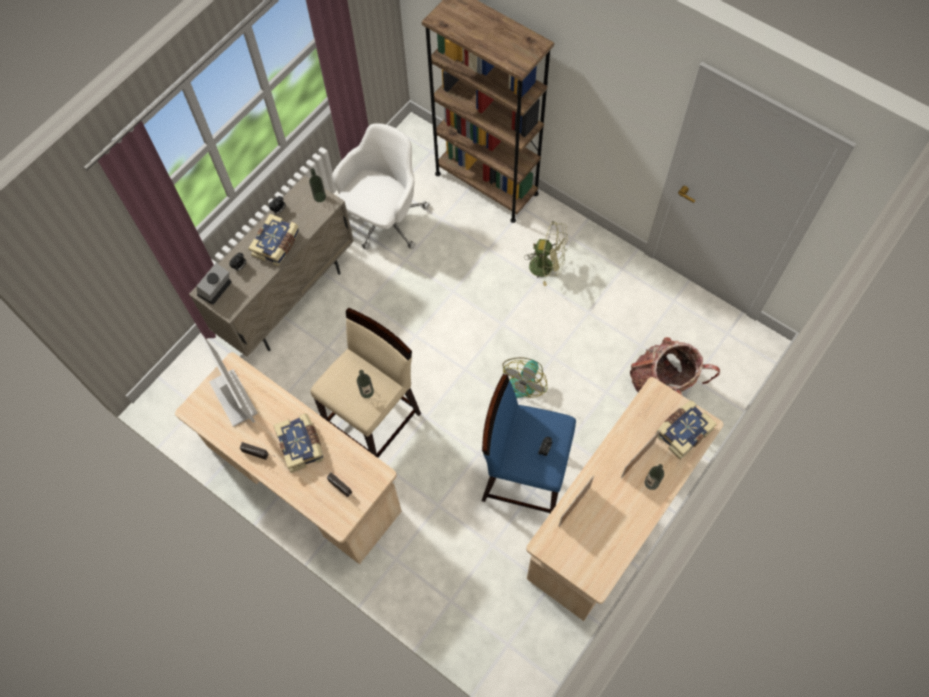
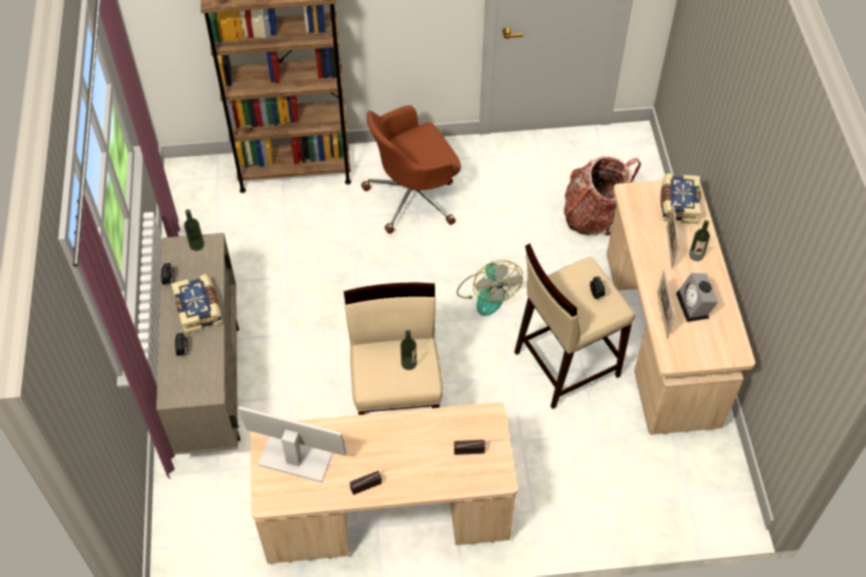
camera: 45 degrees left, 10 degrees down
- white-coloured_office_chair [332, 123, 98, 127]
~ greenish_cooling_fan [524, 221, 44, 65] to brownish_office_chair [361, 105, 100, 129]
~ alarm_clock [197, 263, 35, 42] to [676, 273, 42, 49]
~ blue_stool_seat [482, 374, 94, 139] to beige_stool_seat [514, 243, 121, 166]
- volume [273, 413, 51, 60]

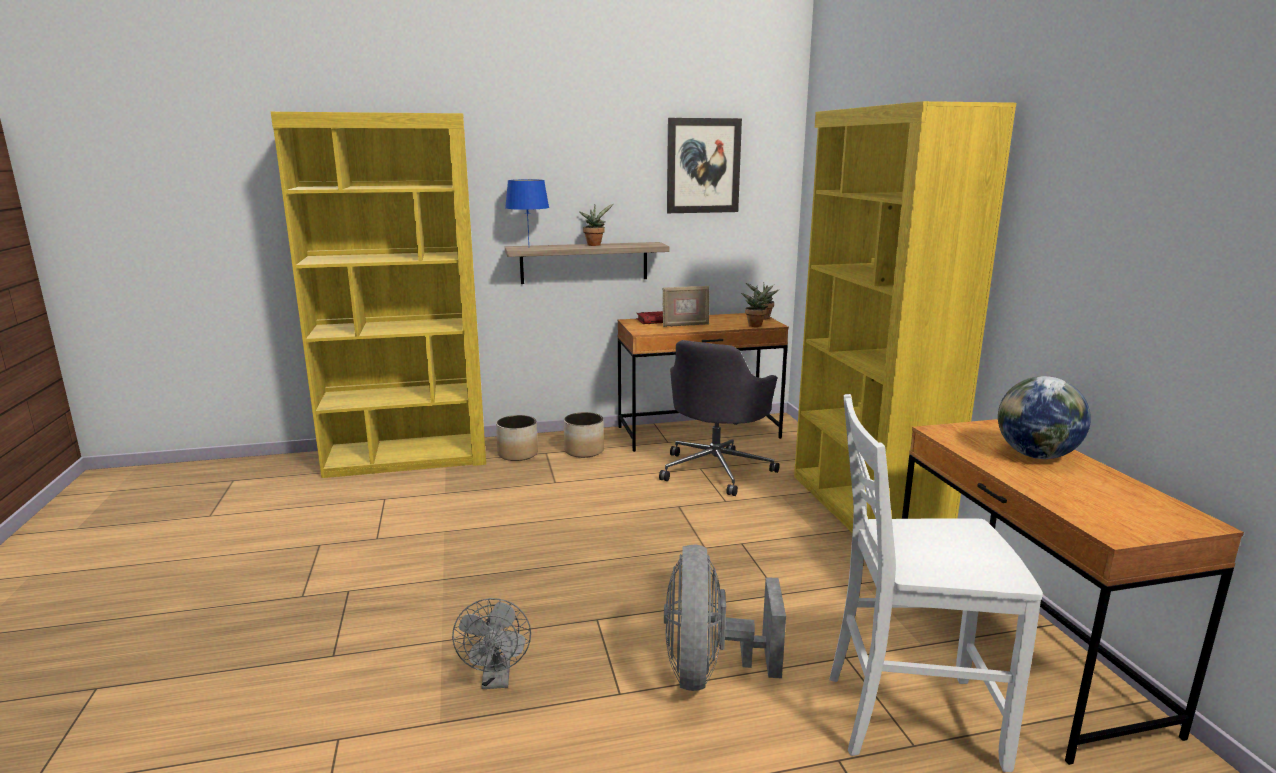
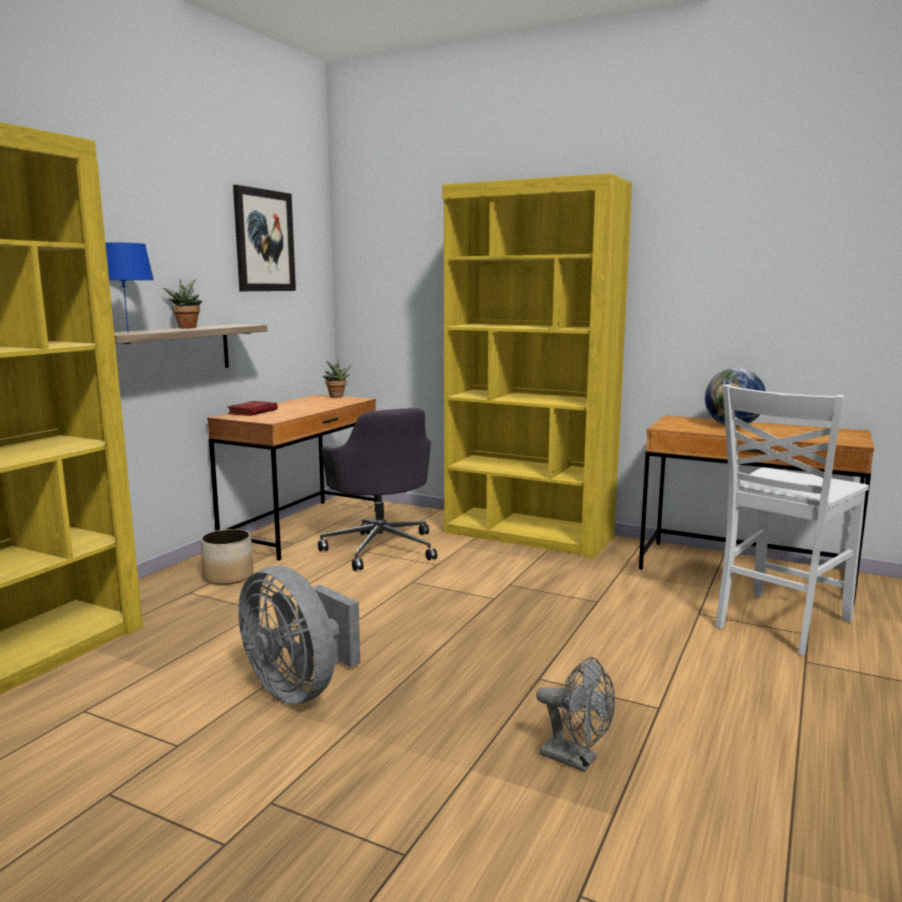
camera: 50 degrees left, 5 degrees down
- houseplant [741, 285, 33, 42]
- standing_frame [662, 286, 47, 41]
- flower_pot [496, 415, 42, 46]
~ greyish_cooling_fan [664, 544, 122, 147] to [238, 566, 122, 138]

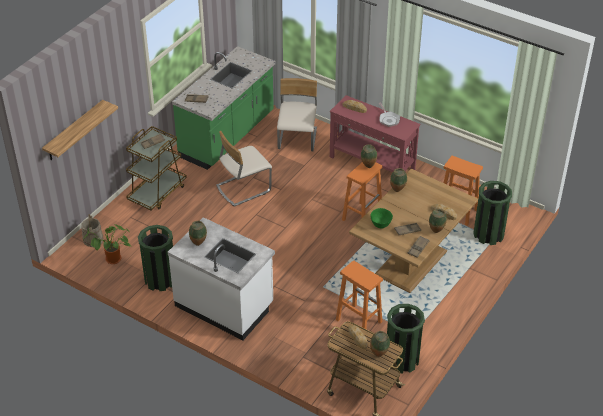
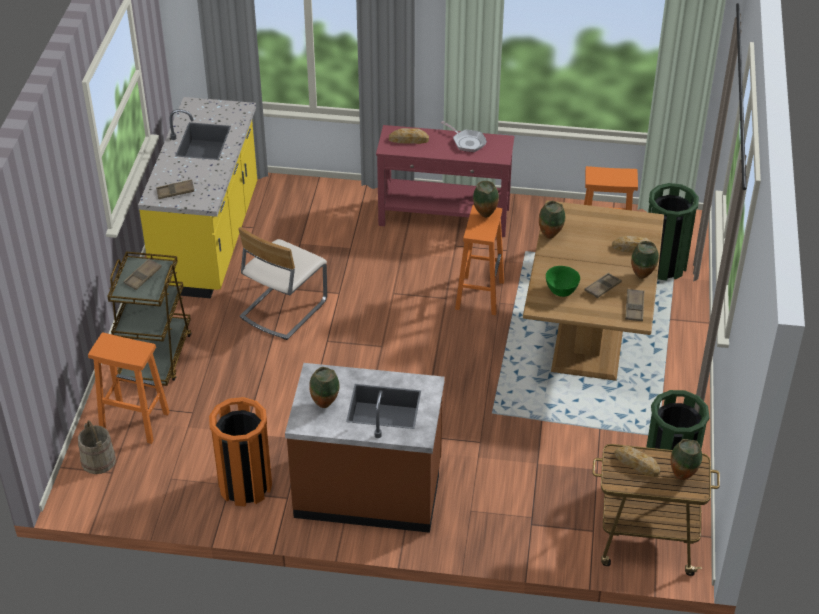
camera: 25 degrees left, 0 degrees up
~ greenish_kitchen_base_unit [172, 46, 104, 124] to yellowish_kitchen_base_unit [138, 97, 119, 201]
- beige_upright_chair [277, 78, 40, 73]
- bracket_shelf [42, 100, 76, 60]
~ white-coloured_kitchen_base_unit [168, 217, 107, 123] to brownish_kitchen_base_unit [285, 363, 160, 170]
- houseplant [83, 224, 48, 40]
~ greenish_waste_bin [138, 225, 35, 66] to orange_waste_bin [209, 397, 63, 110]
~ orange_stool_seat [336, 260, 47, 69] to [88, 333, 82, 111]

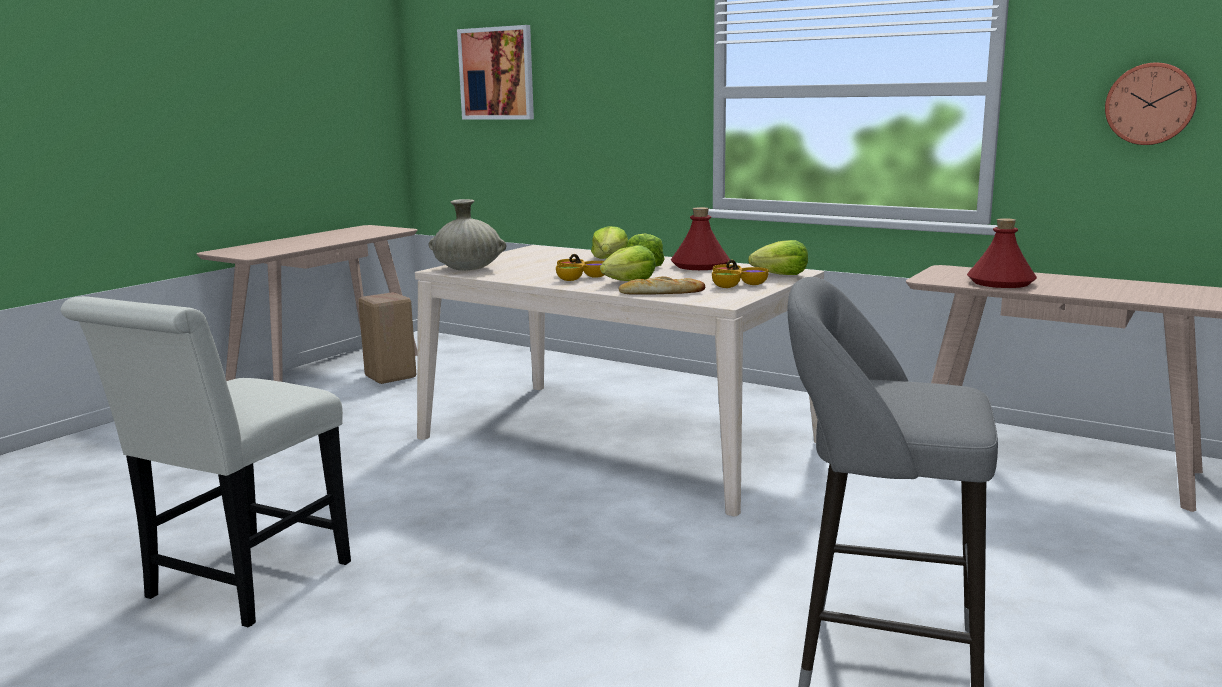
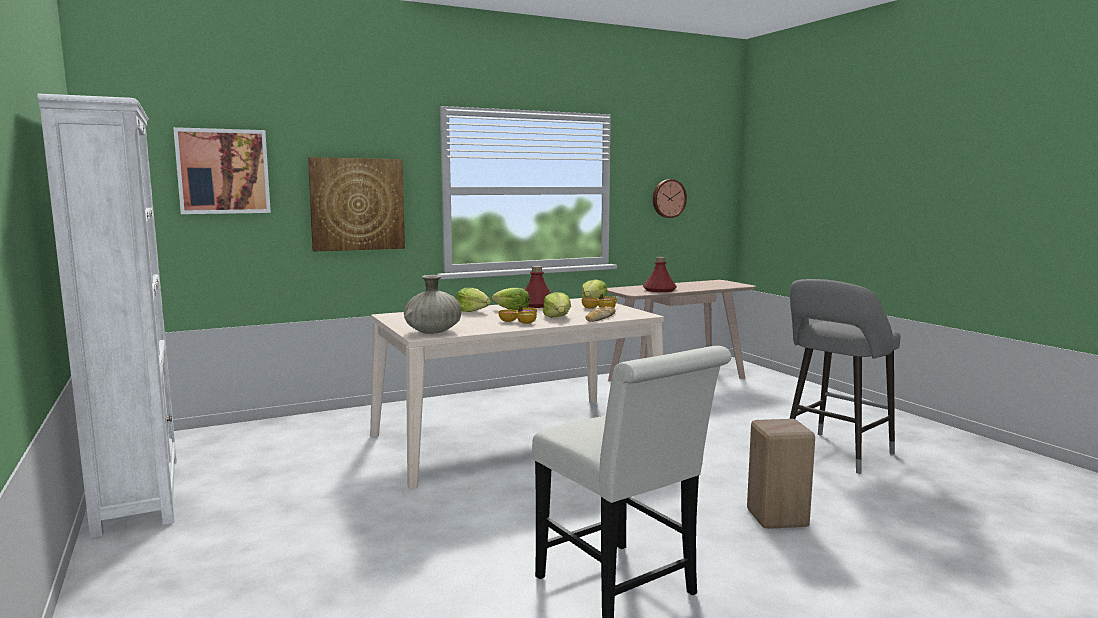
camera: 60 degrees left, 5 degrees down
~ beige_narrow_table [197, 225, 220, 157] to white-coloured_shelving_unit [37, 93, 140, 445]
~ beige_stool_seat [358, 292, 58, 92] to [747, 419, 68, 110]
+ picture [308, 157, 97, 95]

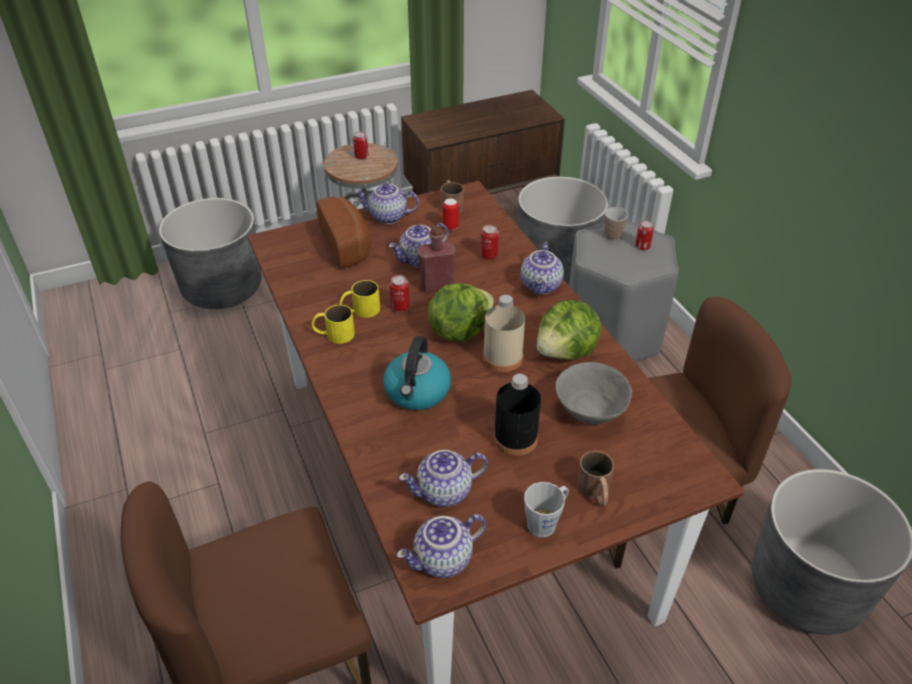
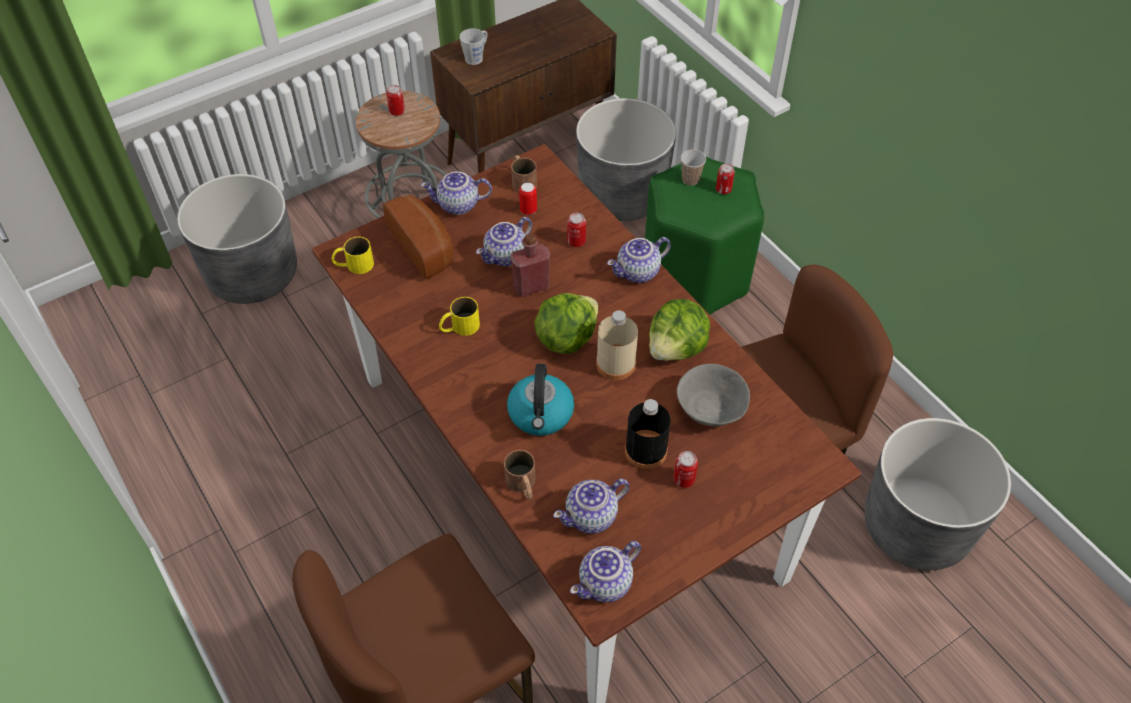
camera: 10 degrees left, 10 degrees up
~ greyish_stool_seat [569, 220, 110, 142] to greenish_stool_seat [645, 157, 119, 158]
~ teapot [521, 242, 43, 53] = [607, 237, 64, 46] 60 degrees clockwise
~ sealed_can [390, 275, 20, 37] to [673, 451, 25, 37]
~ yellowish_coffee_mug [312, 305, 43, 39] to [332, 237, 42, 37]
~ brownish_coffee_mug [577, 451, 37, 55] to [504, 450, 32, 50]
~ greyish_coffee_mug [524, 482, 45, 56] to [460, 28, 28, 37]

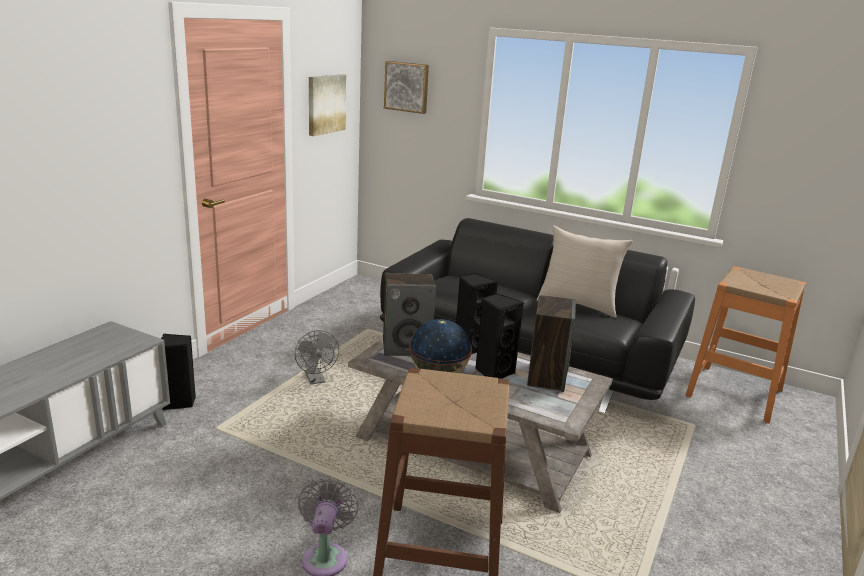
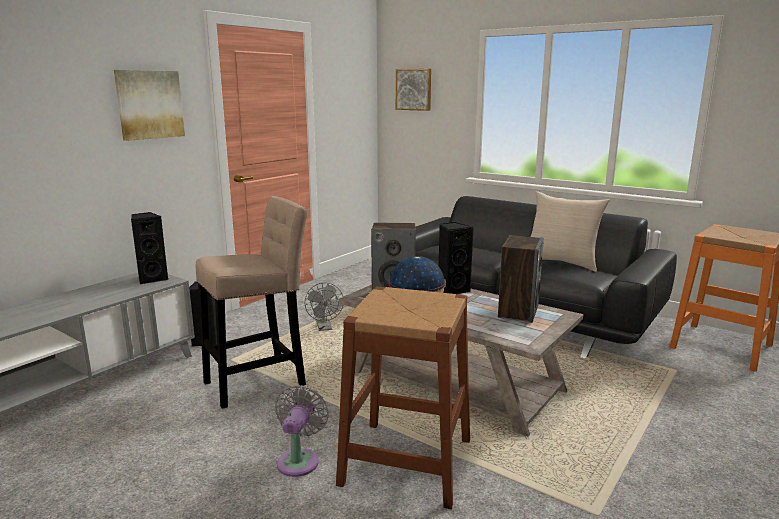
camera: 10 degrees right, 5 degrees down
~ picture [309, 74, 37, 62] to [114, 70, 71, 71]
~ black-coloured_loudspeaker [475, 293, 49, 86] to [131, 212, 37, 72]
+ beige_stool_seat [196, 196, 111, 213]

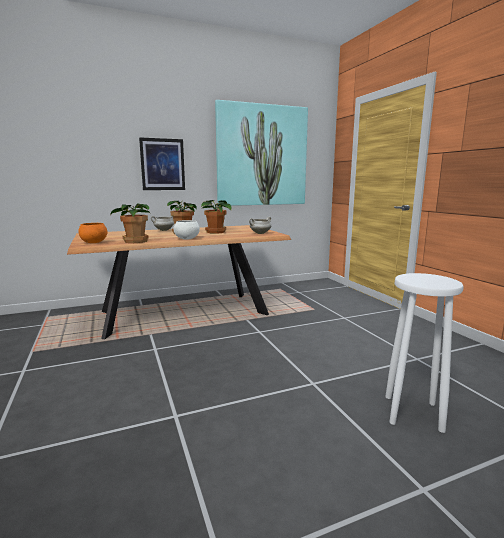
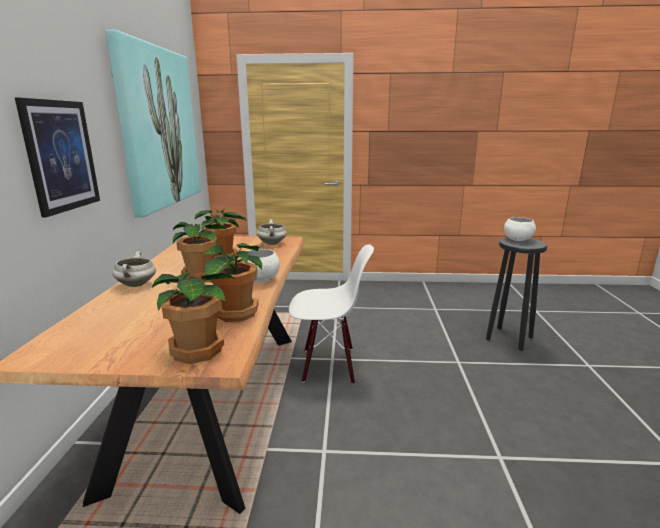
camera: 65 degrees left, 5 degrees up
~ orange_bowl [78, 223, 29, 20] to houseplant [152, 272, 84, 92]
~ white-coloured_stool_seat [385, 273, 79, 160] to black-coloured_stool_seat [486, 237, 61, 114]
+ white-coloured_bowl [504, 217, 32, 24]
+ white-coloured_upright_chair [289, 244, 85, 140]

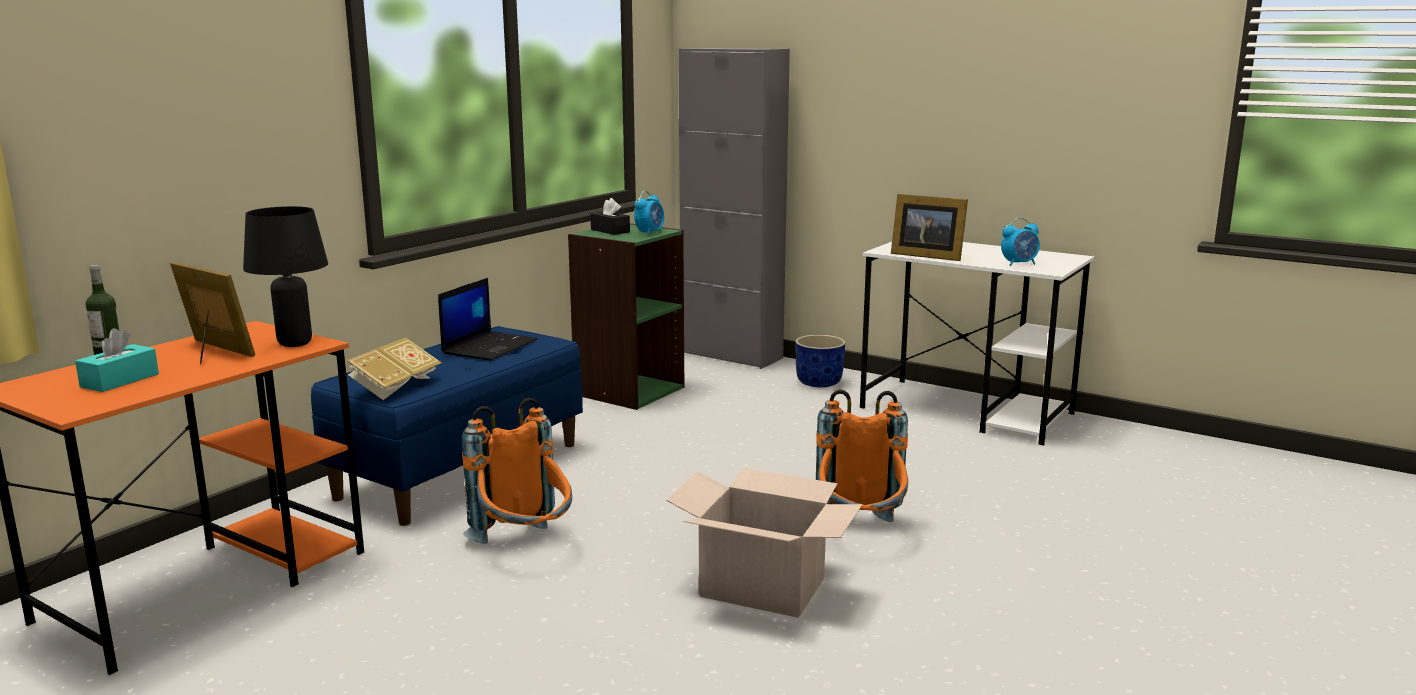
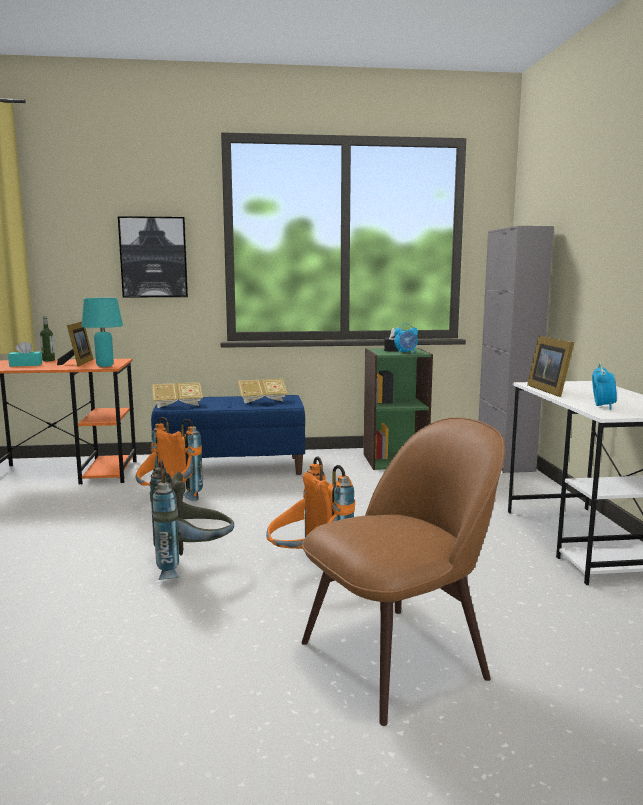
camera: 50 degrees right, 5 degrees down
~ black-coloured_lamp_for_a_table [243, 206, 85, 141] to blue-green_lamp_for_a_table [81, 298, 42, 69]
~ alarm_clock [1001, 217, 39, 49] = [592, 362, 25, 48] 105 degrees counterclockwise
~ portable_computer [438, 278, 100, 83] to volume [238, 379, 50, 24]
- blue_flower_pot [795, 335, 50, 52]
~ carton [666, 468, 196, 150] to greyish_rucksack [150, 460, 84, 120]
+ picture [118, 216, 70, 81]
+ brownish_upright_chair [301, 417, 204, 309]

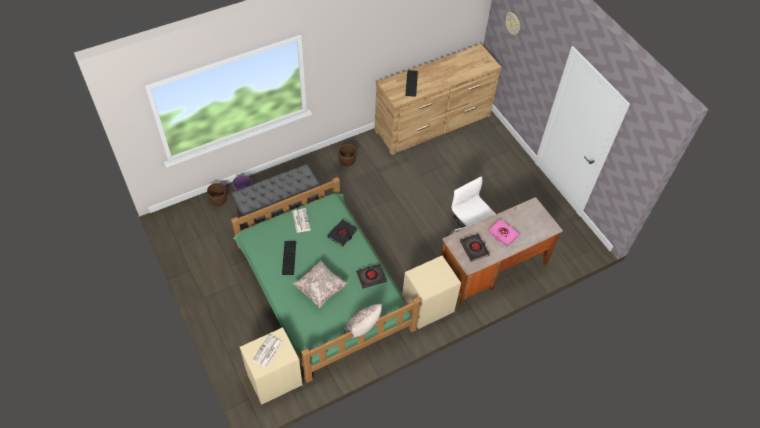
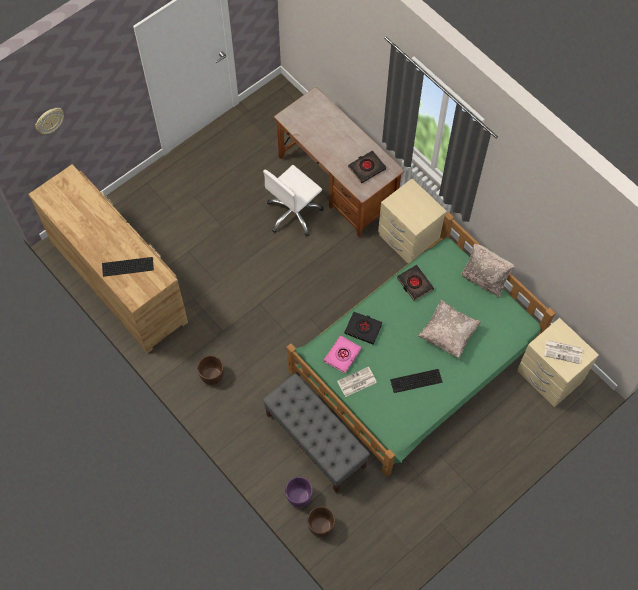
camera: 100 degrees left, 10 degrees up
~ pink-coloured_volume [488, 219, 32, 28] to [324, 335, 37, 38]

